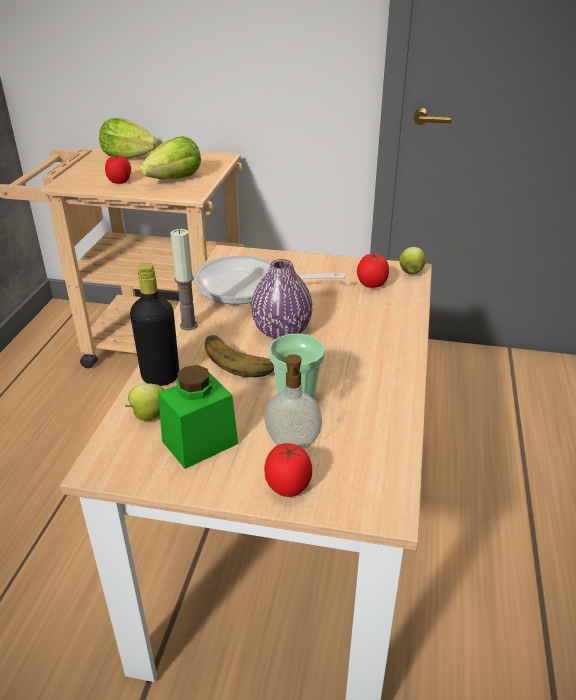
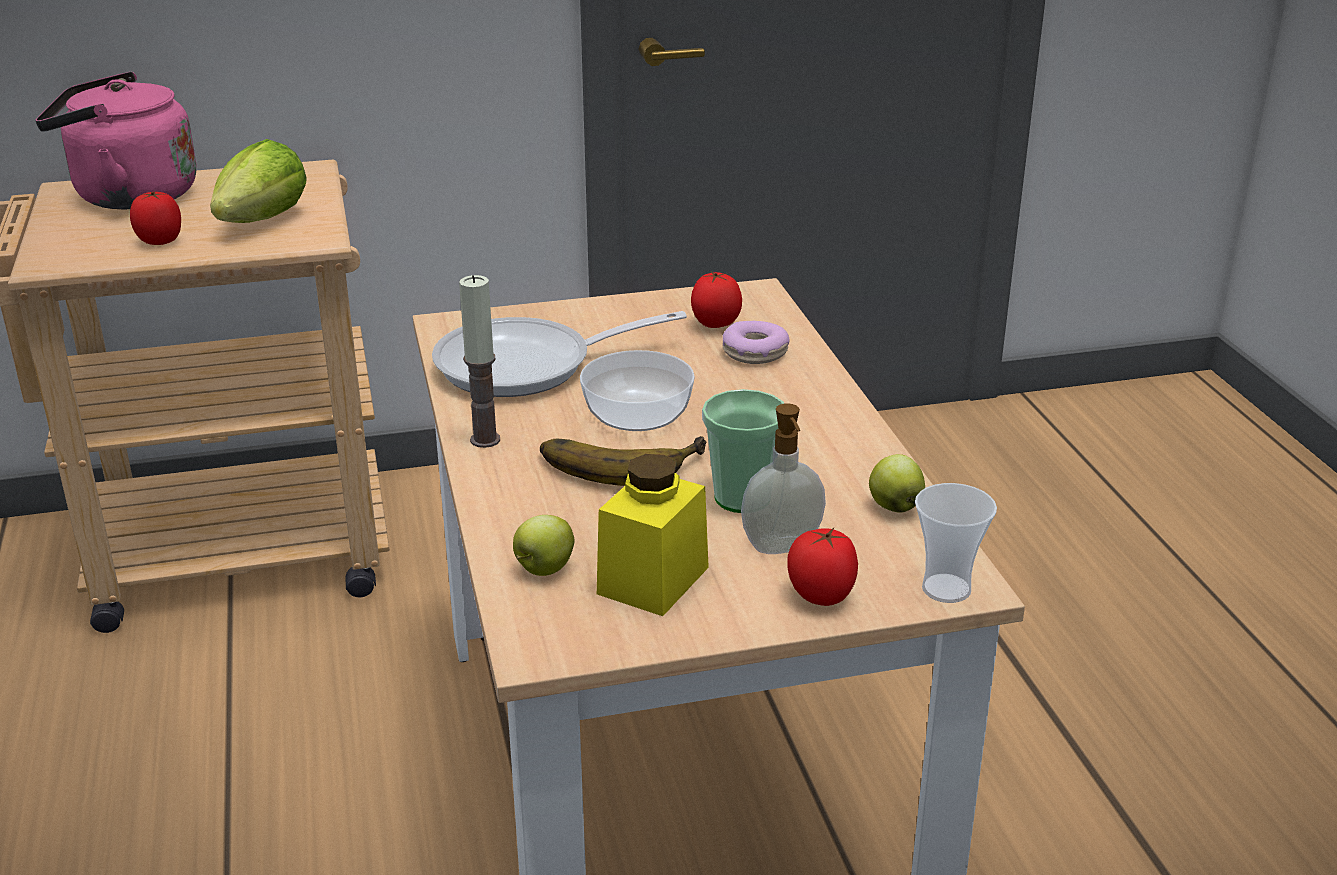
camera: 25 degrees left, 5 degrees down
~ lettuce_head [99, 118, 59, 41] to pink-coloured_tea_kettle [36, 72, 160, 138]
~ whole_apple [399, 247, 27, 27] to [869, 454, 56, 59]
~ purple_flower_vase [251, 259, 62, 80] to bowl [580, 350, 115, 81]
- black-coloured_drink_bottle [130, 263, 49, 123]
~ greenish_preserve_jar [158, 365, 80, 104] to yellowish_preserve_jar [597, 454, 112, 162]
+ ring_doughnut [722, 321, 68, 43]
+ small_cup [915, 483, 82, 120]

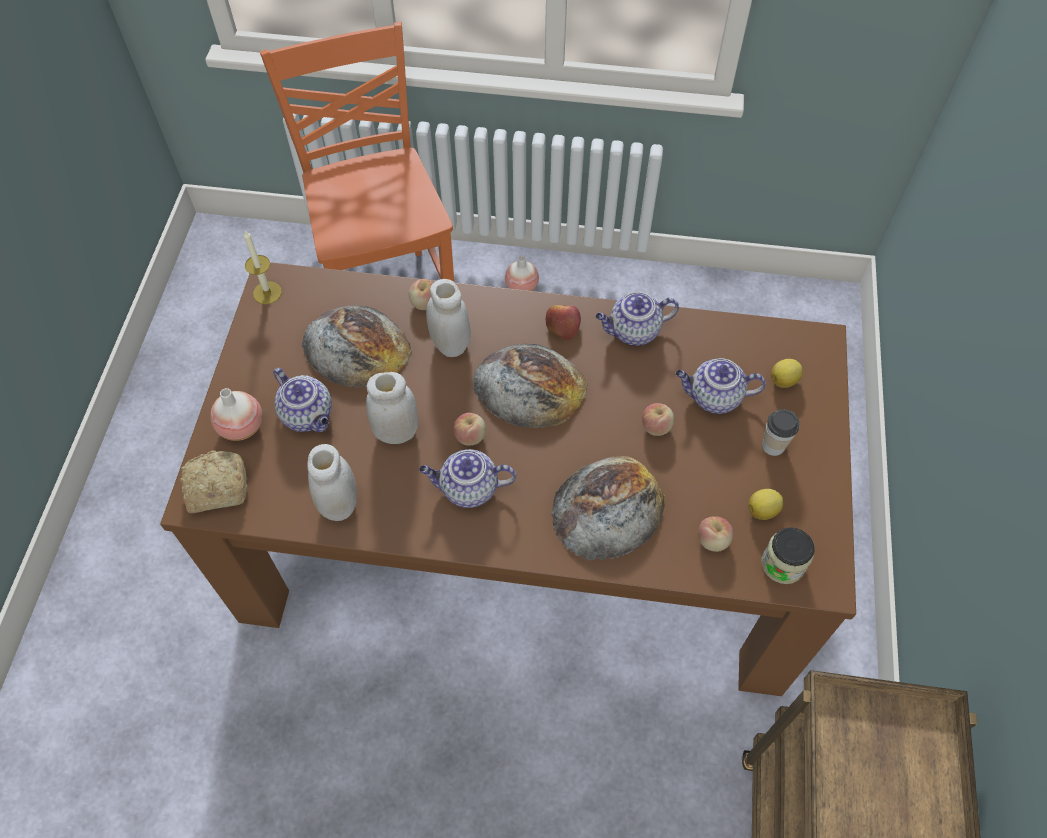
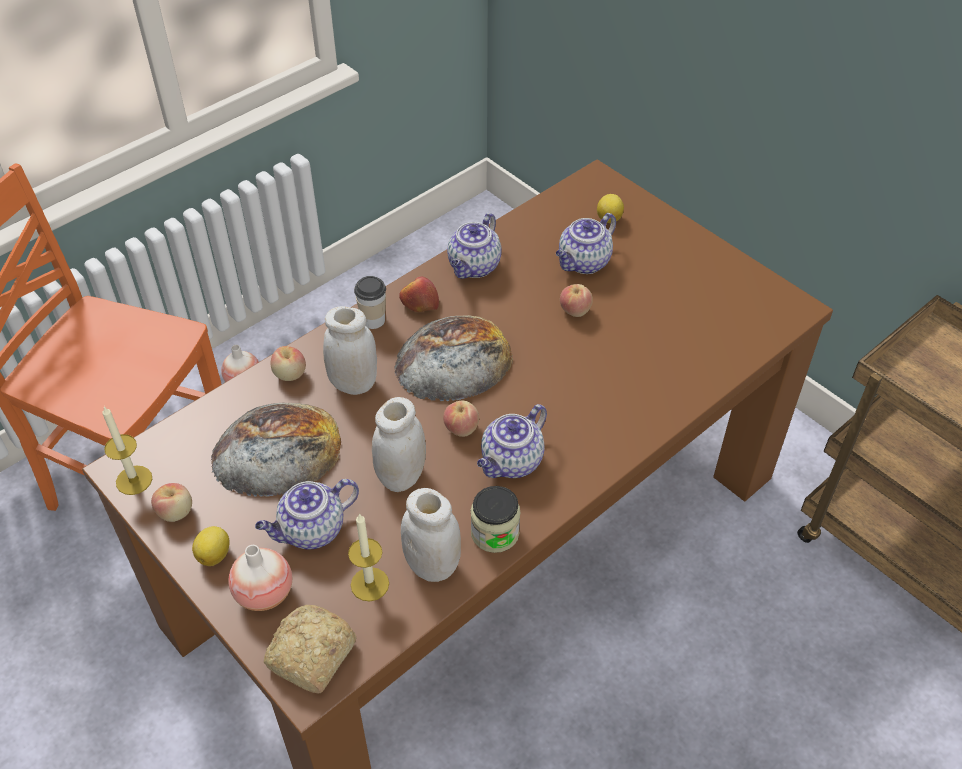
camera: 50 degrees left, 10 degrees down
~ teapot [273, 368, 59, 64] = [255, 479, 104, 71] 150 degrees clockwise
~ small_cup [762, 409, 37, 47] to [354, 276, 32, 53]
- bread [551, 456, 114, 104]
~ lemon [749, 489, 34, 31] to [192, 526, 38, 40]
~ whole_apple [698, 516, 35, 36] to [151, 483, 41, 39]
~ preserve_jar [761, 527, 53, 57] to [471, 486, 49, 67]
+ wax_light [348, 513, 41, 89]

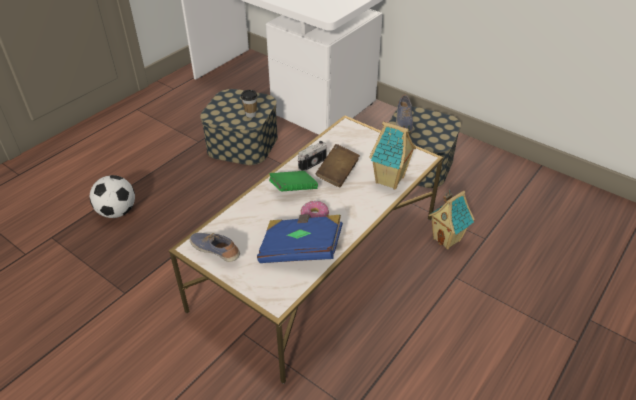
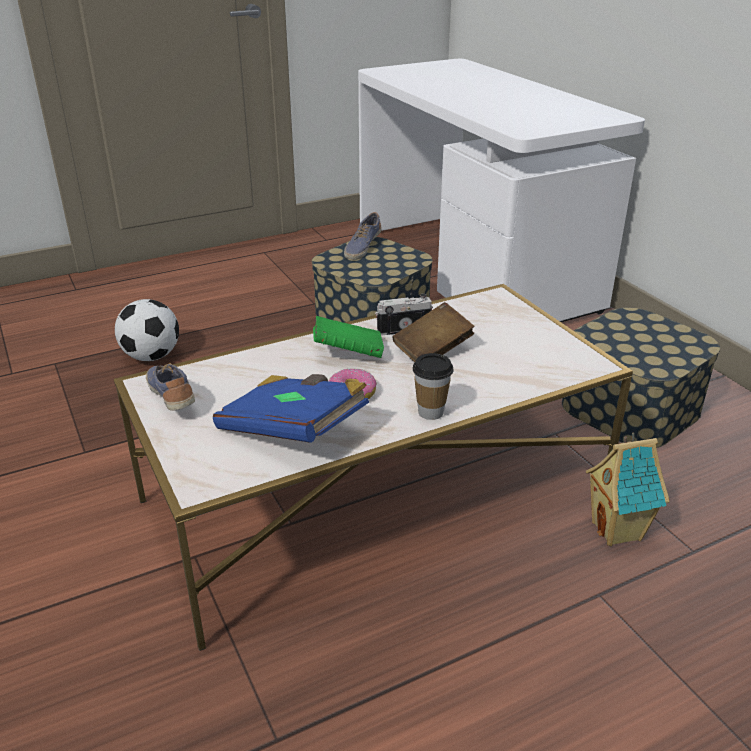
camera: 25 degrees right, 10 degrees down
~ small_cup [241, 90, 17, 28] to [413, 353, 41, 67]
~ shoe [396, 95, 17, 39] to [344, 212, 38, 48]
- model_house [369, 121, 47, 69]

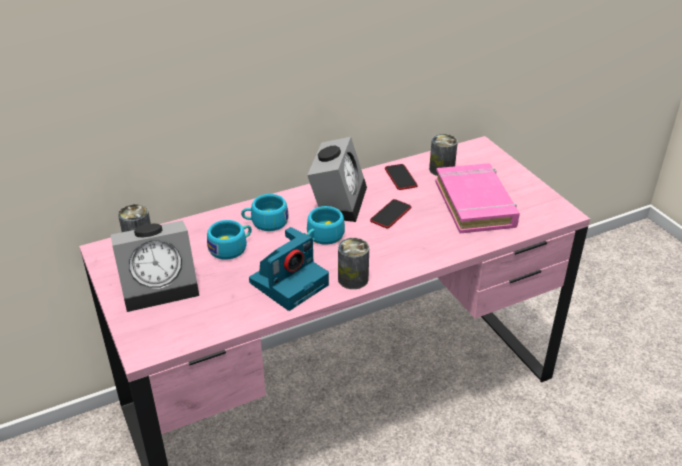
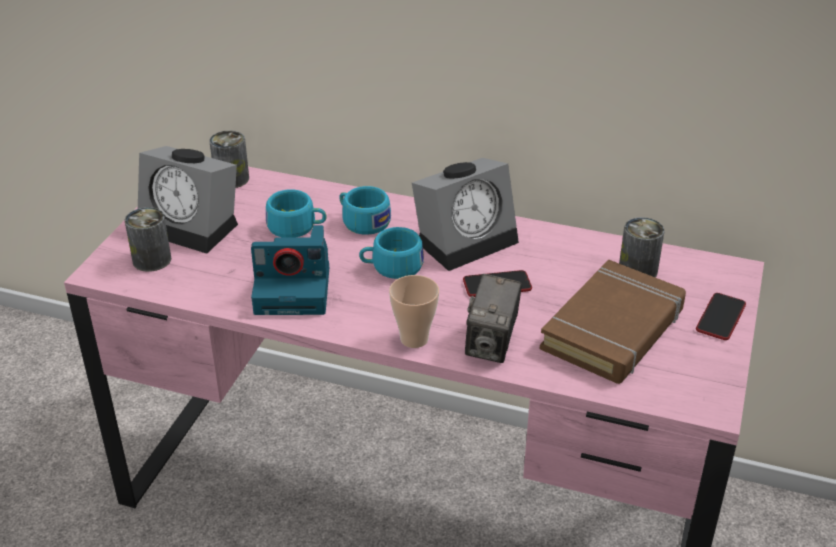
camera: 45 degrees right, 0 degrees up
~ pink-coloured_volume [435, 163, 85, 71] to brownish_volume [540, 260, 146, 124]
~ handset [385, 164, 33, 26] to [696, 293, 50, 47]
~ sealed_can [338, 238, 31, 51] to [125, 207, 47, 65]
+ still_camera [465, 274, 57, 89]
+ small_cup [389, 275, 50, 73]

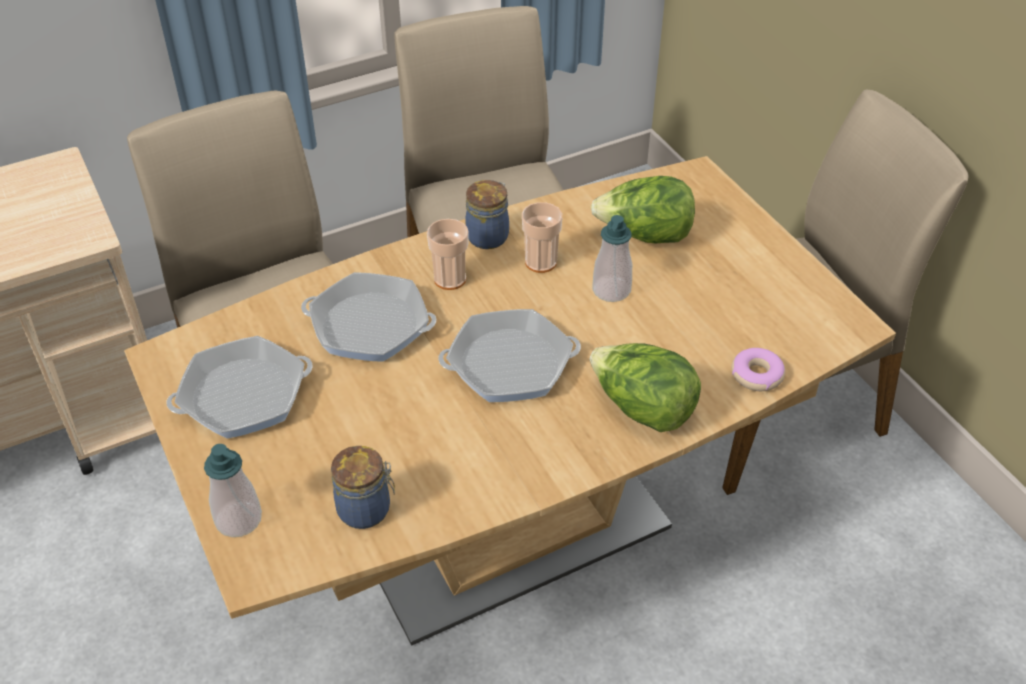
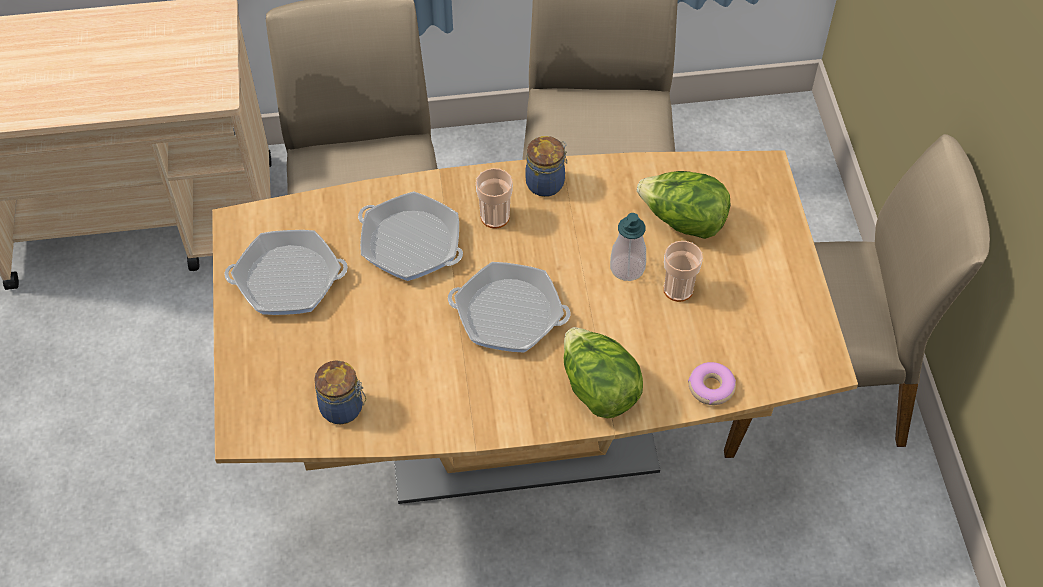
camera: 20 degrees right, 10 degrees up
~ small_cup [522, 202, 40, 71] to [663, 241, 40, 61]
- liquid_soap_bottle [204, 444, 58, 93]

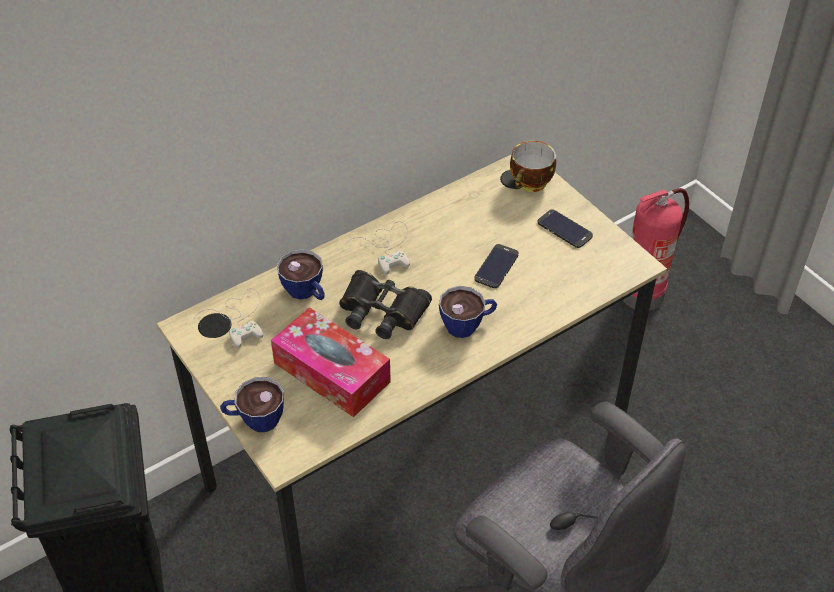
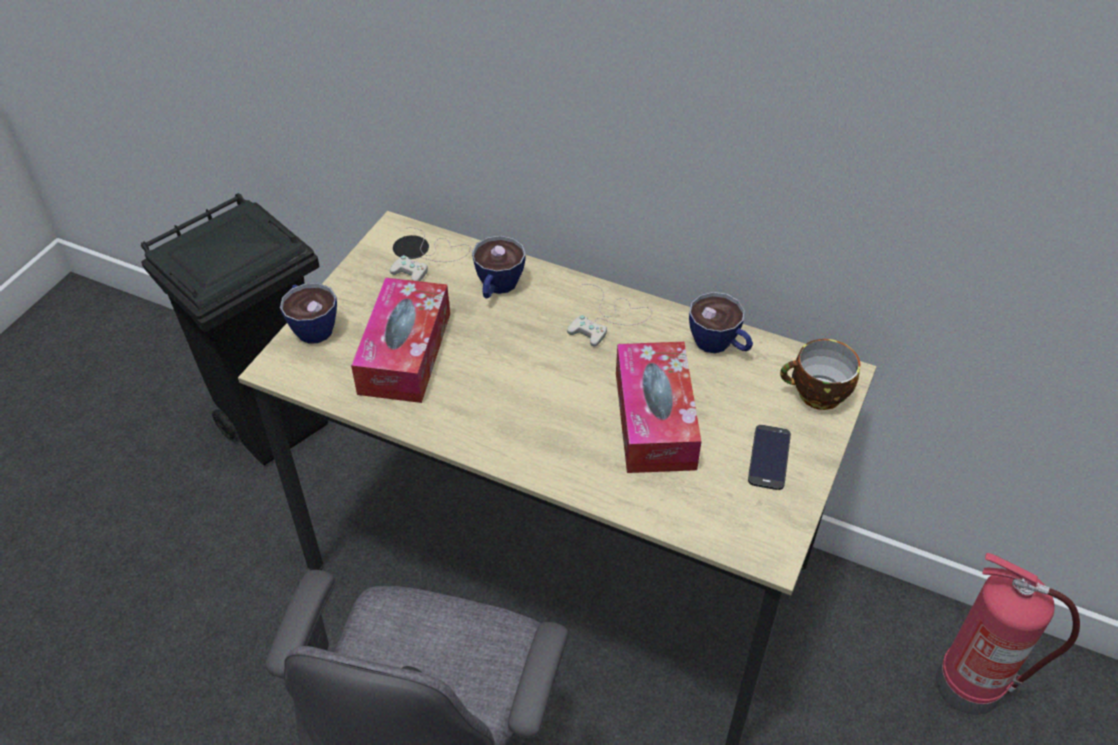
camera: 60 degrees right, 0 degrees up
~ handset [474, 244, 45, 44] to tissue_box [616, 342, 86, 131]
- black-coloured_pair_of_binoculars [339, 270, 93, 69]
~ small_cup [439, 286, 58, 52] to [689, 292, 64, 61]

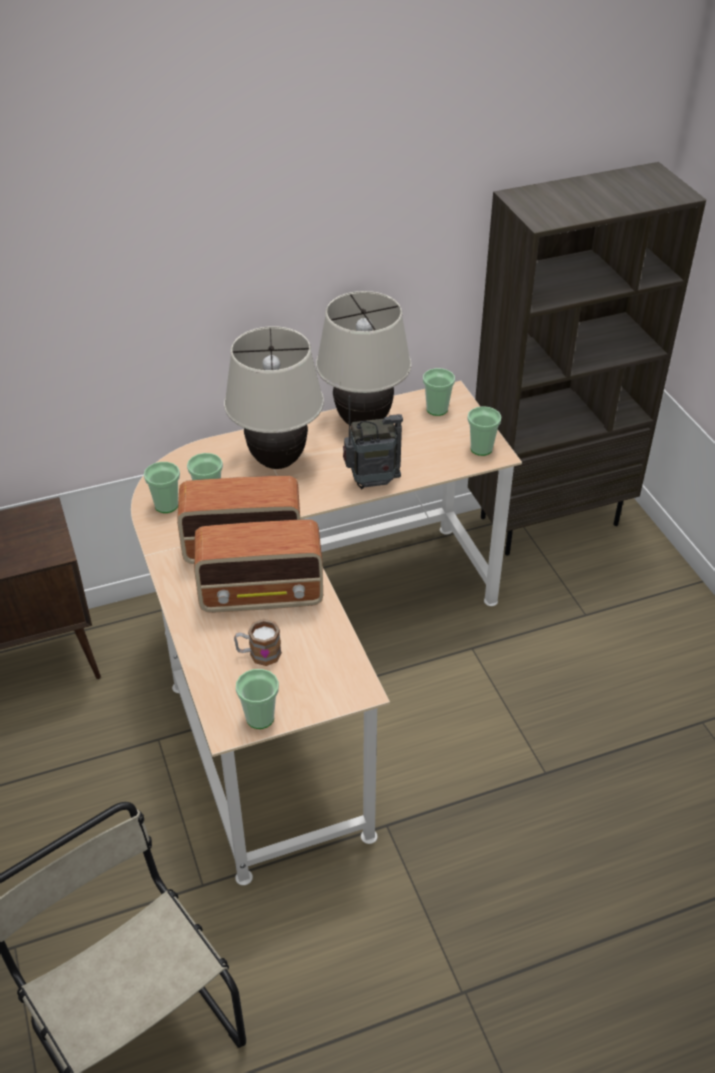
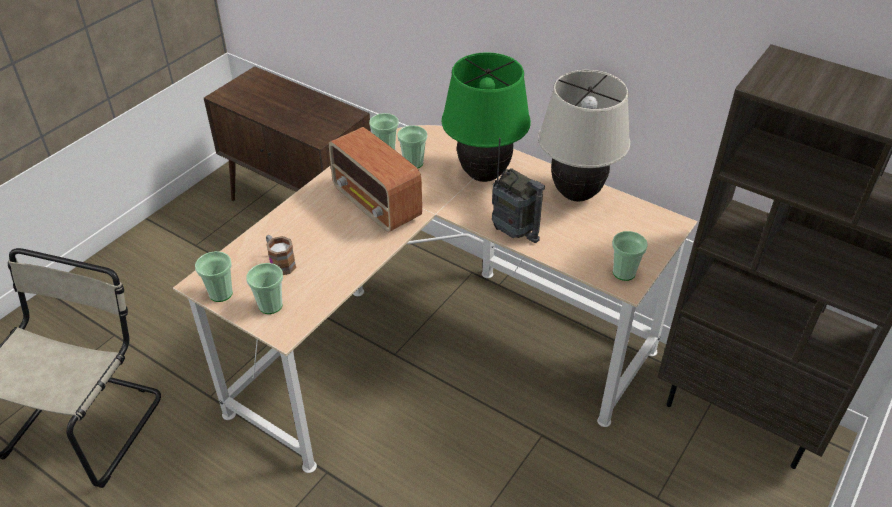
camera: 55 degrees right, 0 degrees up
~ beige_lamp_for_a_table [224, 326, 100, 143] to greenish_lamp_for_a_table [442, 53, 89, 129]
~ small_cup [423, 368, 32, 48] to [246, 263, 37, 51]
- radio [194, 519, 129, 94]

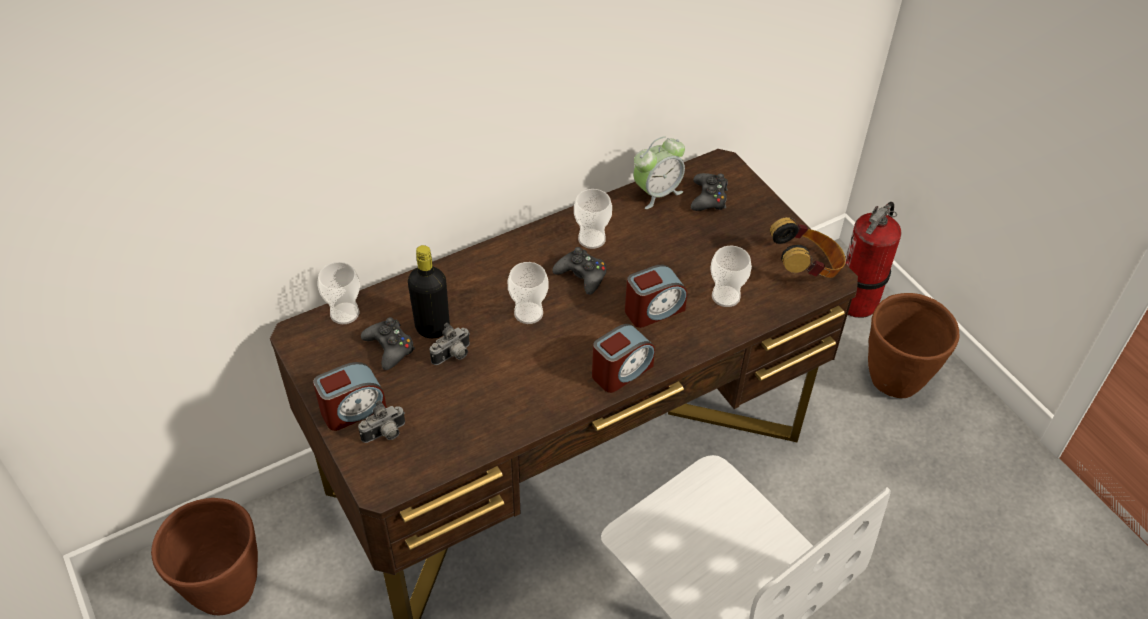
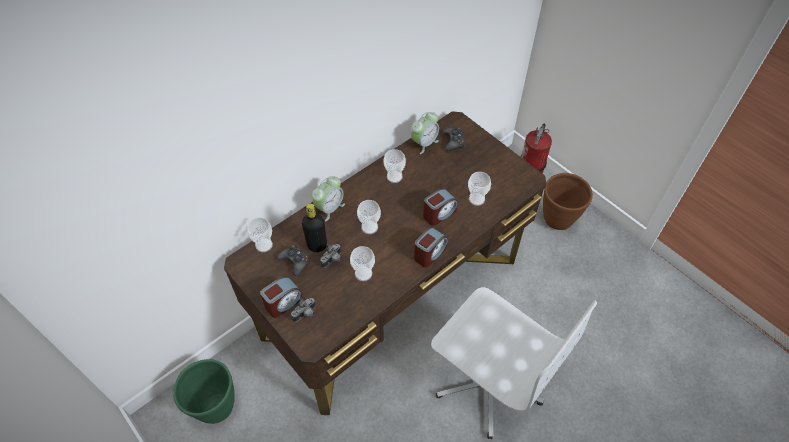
camera: 10 degrees left, 5 degrees up
- headphones [770, 217, 76, 61]
- black-coloured_gamepad [552, 247, 54, 48]
~ brownish_flower_pot [151, 498, 107, 117] to greenish_flower_pot [173, 359, 62, 65]
+ alarm_clock [312, 176, 33, 46]
+ small_cup [350, 246, 25, 35]

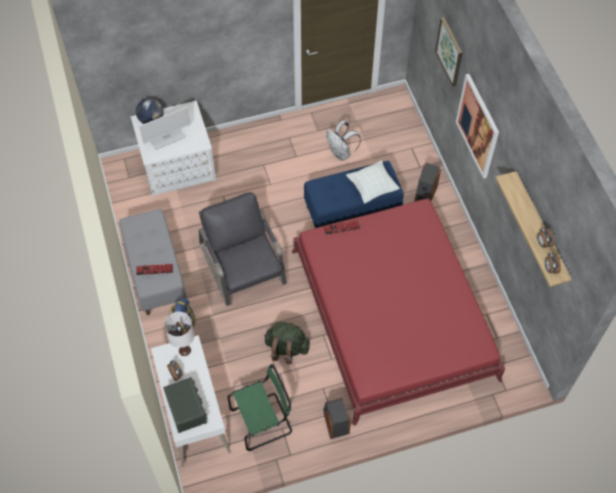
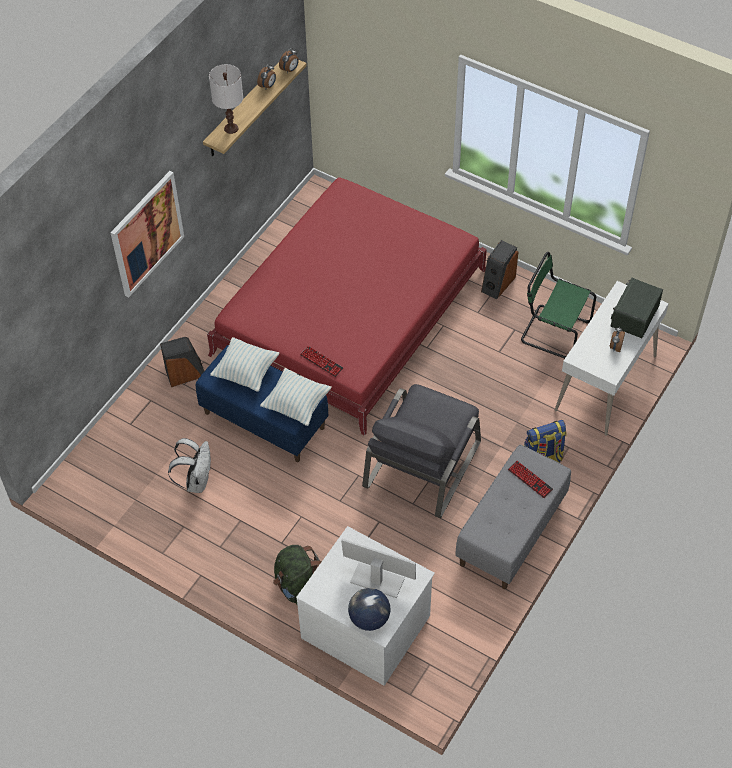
camera: 130 degrees left, 5 degrees down
- picture [435, 17, 28, 70]
~ white-coloured_lamp_for_a_table [164, 312, 31, 44] to [209, 64, 34, 70]
~ greenish_rucksack [264, 322, 46, 42] to [273, 545, 48, 60]
+ cushion [260, 368, 71, 58]

